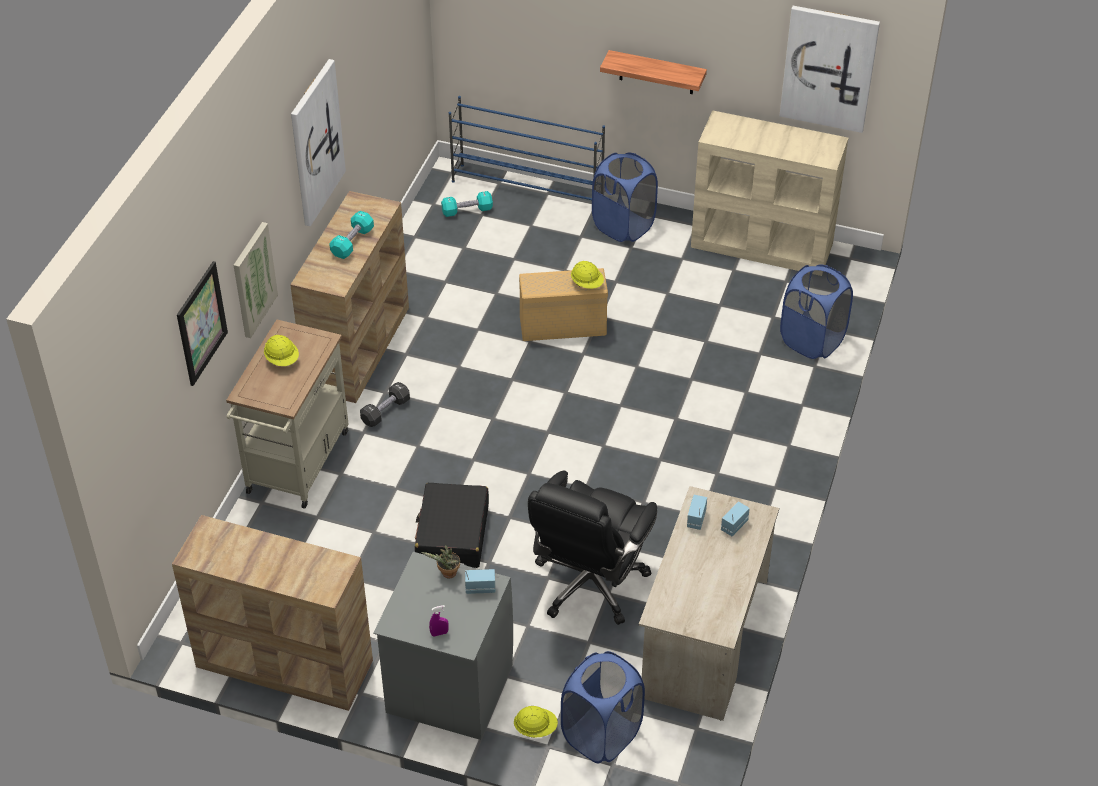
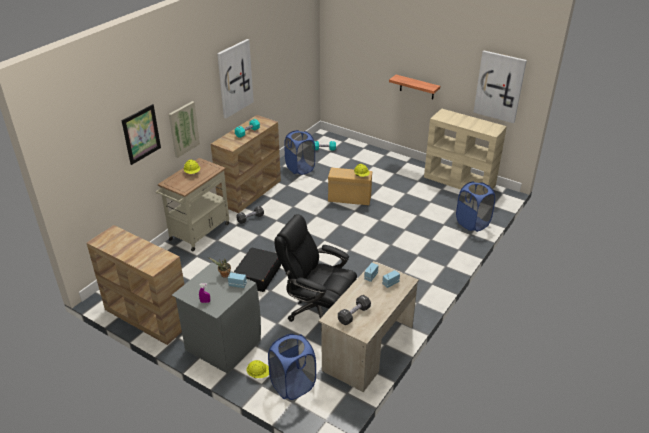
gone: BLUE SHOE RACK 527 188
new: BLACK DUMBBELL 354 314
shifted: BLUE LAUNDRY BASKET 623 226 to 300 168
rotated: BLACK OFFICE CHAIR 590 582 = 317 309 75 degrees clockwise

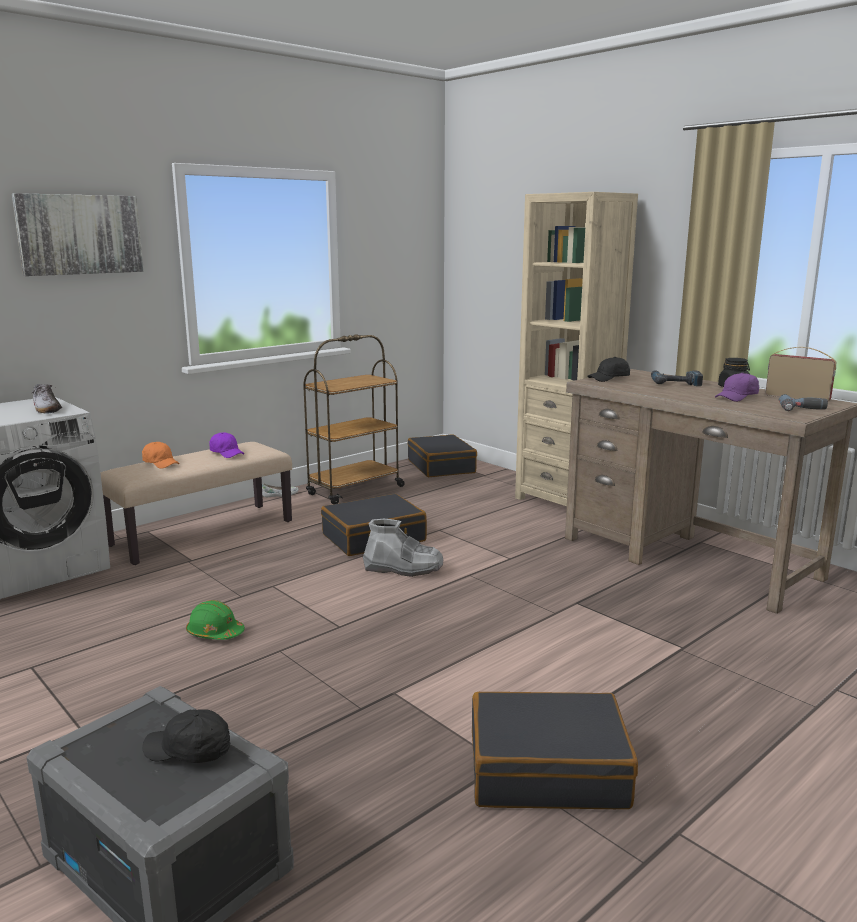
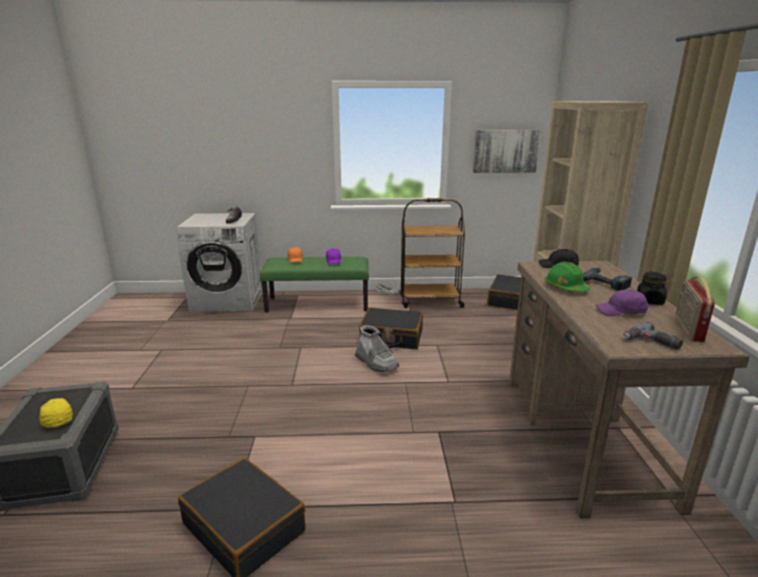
shifted: PICTURE 80 234 to 505 151; GREEN HARD HAT 215 633 to 565 287
repainted: BEIGE BENCH 202 532 to GREEN BENCH 318 304; BLACK CAP 189 751 to YELLOW CAP 57 418
rotated: RADIO 797 397 = 687 328 150 degrees counterclockwise

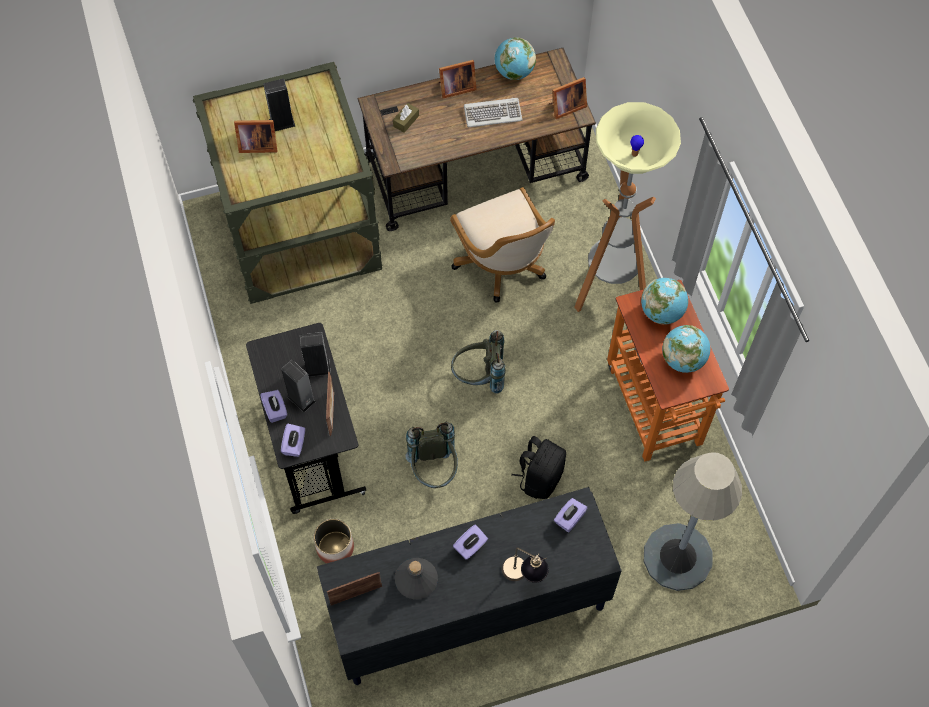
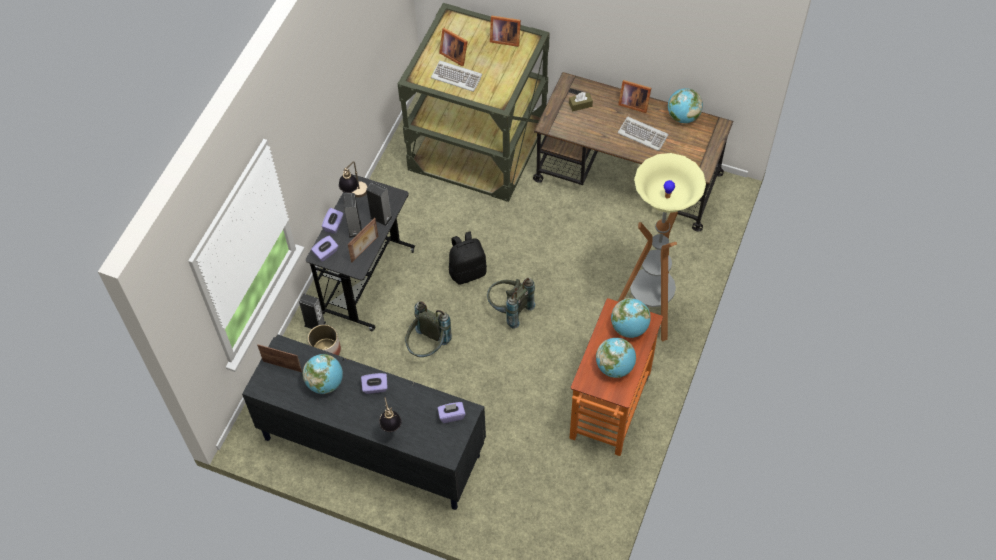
gone: OFFICE CHAIR 503 266; GREY FLOOR LAMP 678 557
new: TABLE LAMP 355 196; KEYBOARD 457 77
shifted: SPEAKER 282 123 to 315 324; BLACK BACKPACK 540 478 to 468 271; PICTURE FRAME 565 107 to 504 39
swapped: GREY BOTTLE 416 579 to GLOBE 325 383

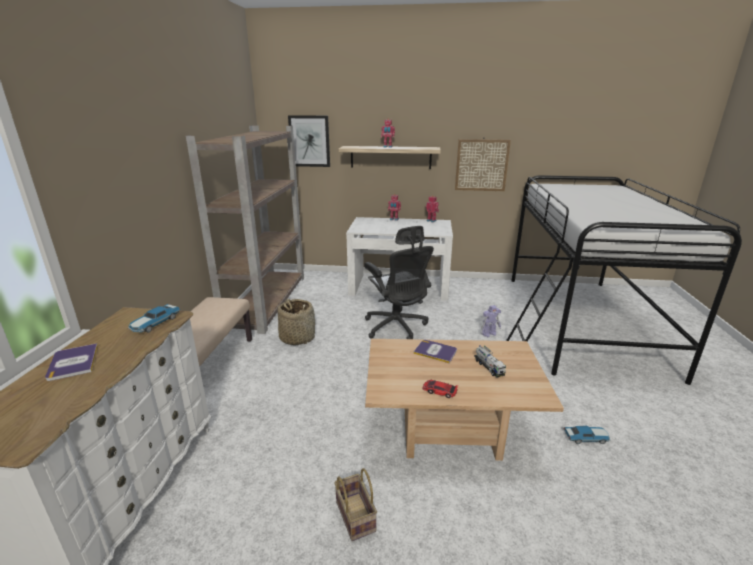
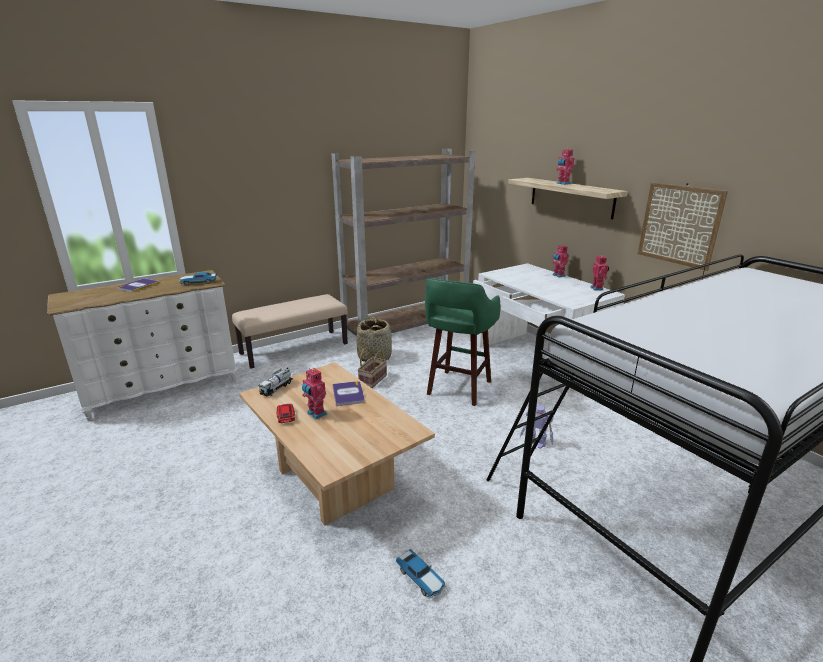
gone: PICTURE 309 141
new: TOY ROBOT 315 414
shifted: BASKET 354 515 to 372 379; TOY TRUCK 488 367 to 276 388
swapped: OFFICE CHAIR 396 328 to GREEN STOOL 458 389

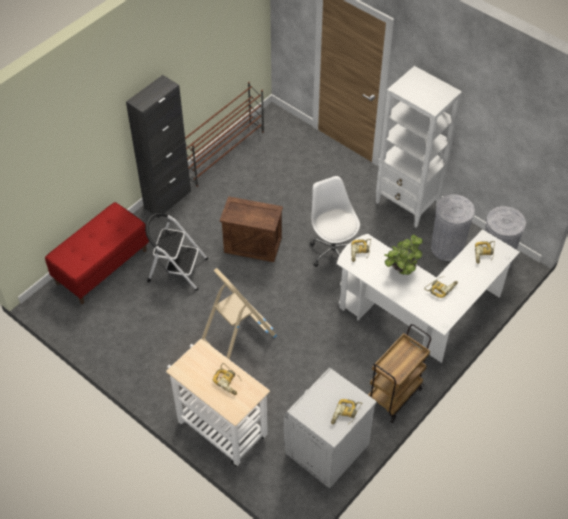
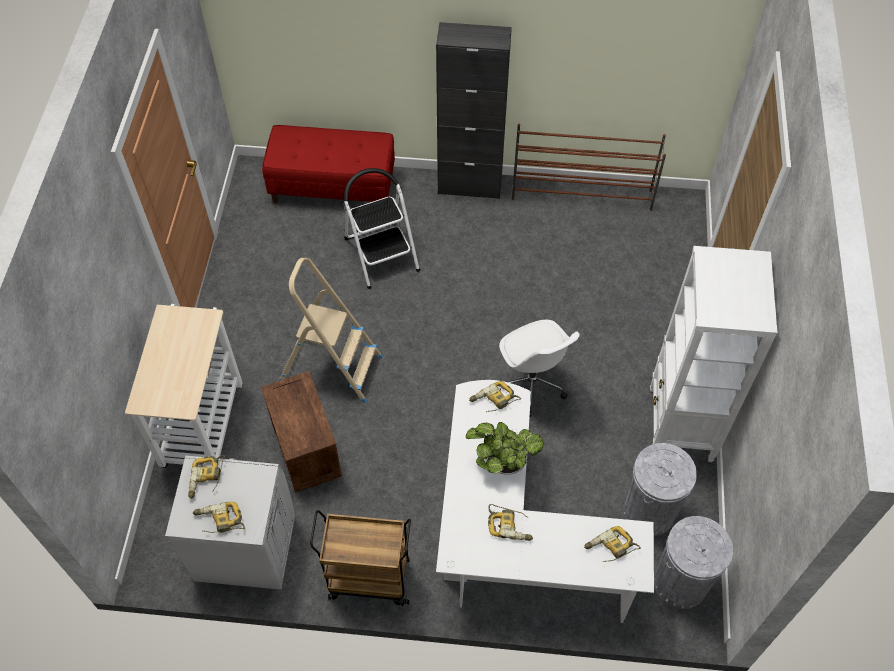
shifted: POWER DRILL 228 381 to 207 479; CRATE 253 245 to 308 451
rotated: WHITE OFFICE CHAIR 332 252 = 532 387 120 degrees clockwise

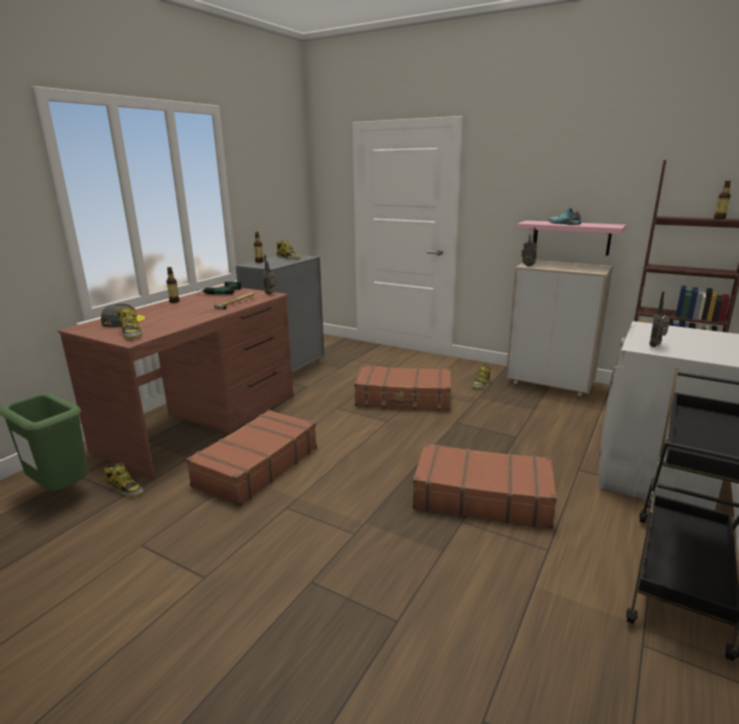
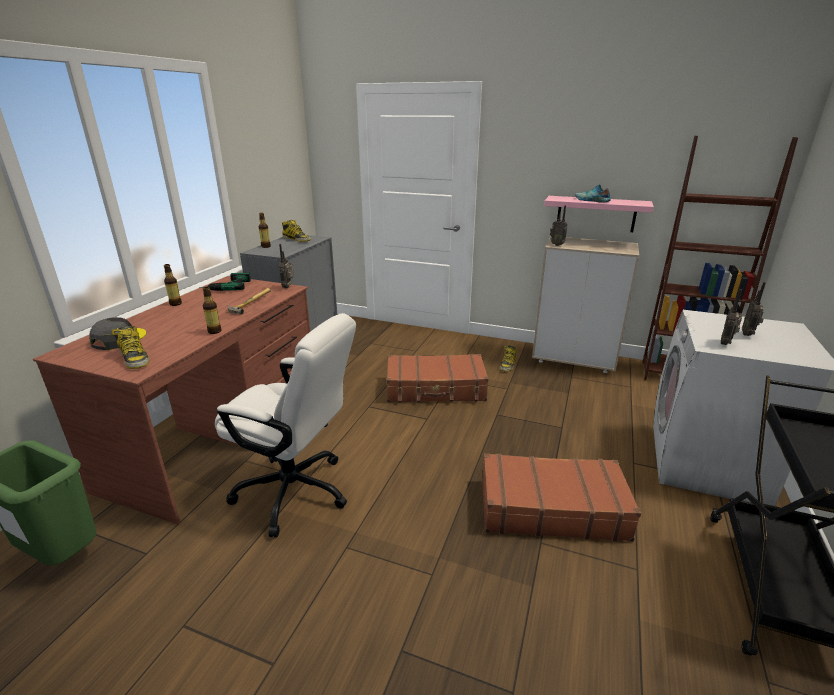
gone: BOOT 125 489
new: RADIO 748 334
shifted: BOTTLE 719 218 to 214 331
swapped: BROWN SUITCASE 256 466 to WHITE OFFICE CHAIR 298 493

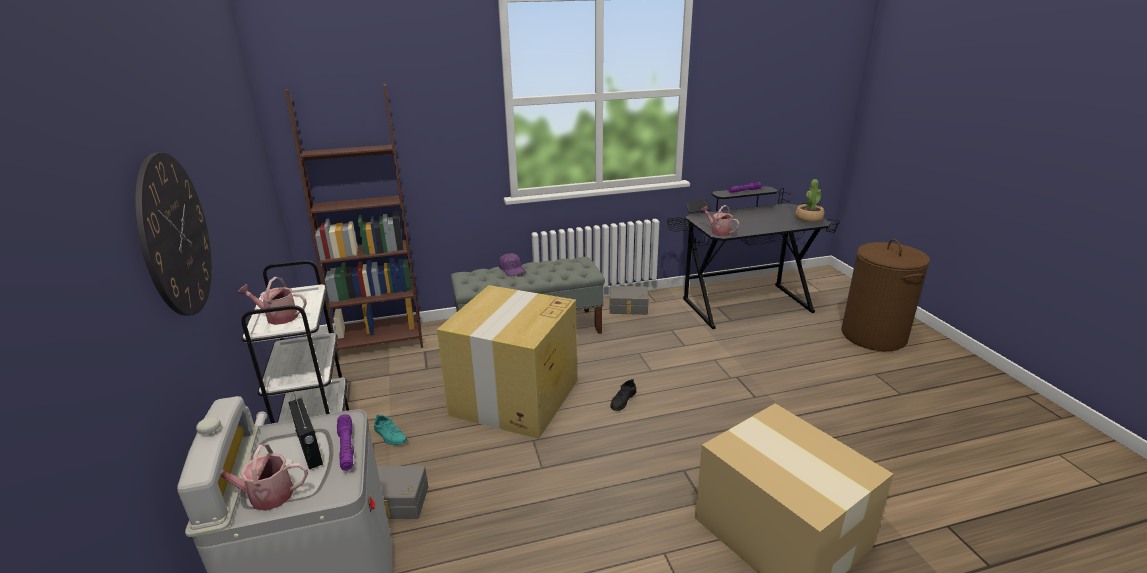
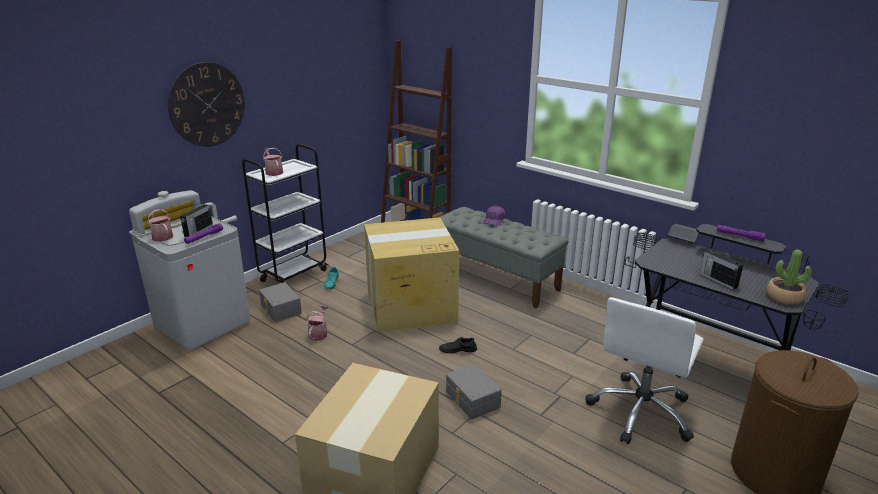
new: WHITE OFFICE CHAIR 641 412; RADIO 717 280
shifted: GREY STORAGE BOX 628 308 to 471 400; WATERING CAN 718 231 to 319 333

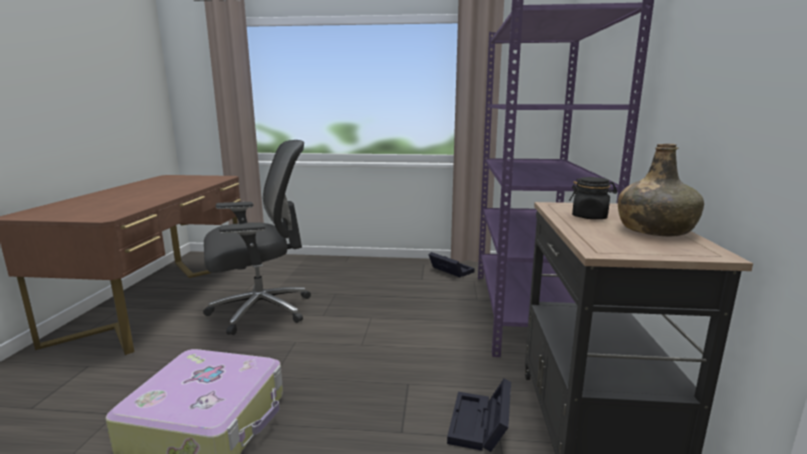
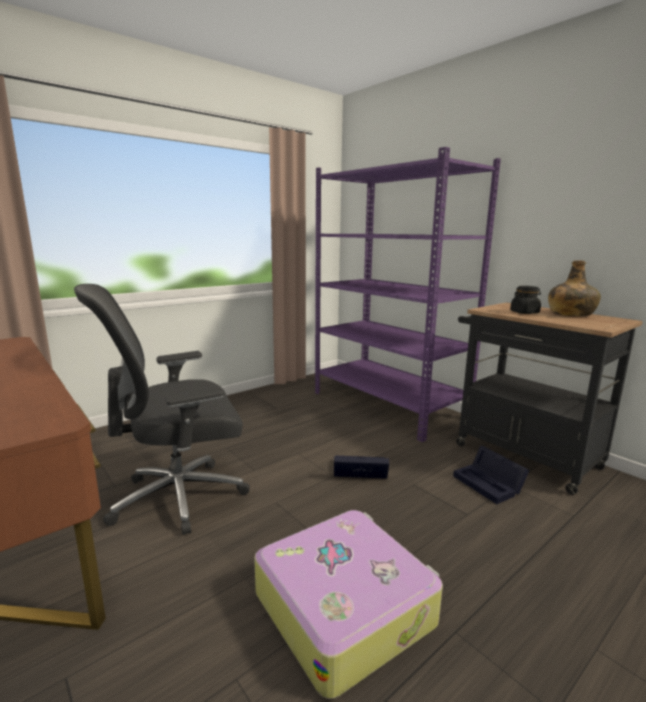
shifted: BLACK STORAGE BOX 450 270 to 358 472
rotated: OFFICE CHAIR 259 312 = 181 496 135 degrees counterclockwise

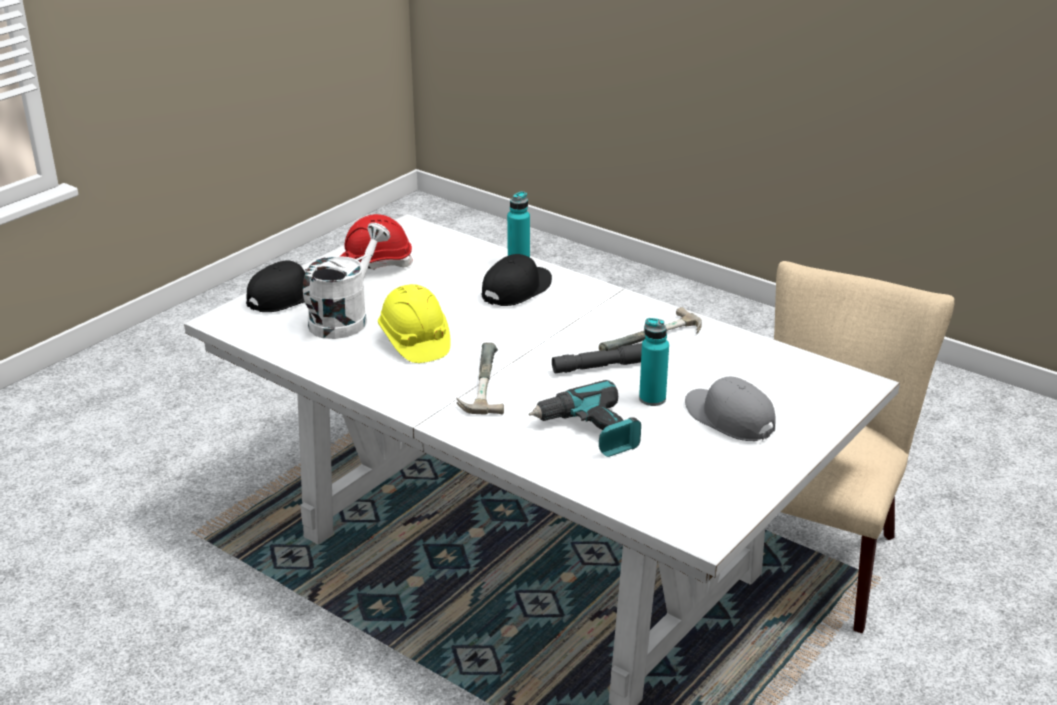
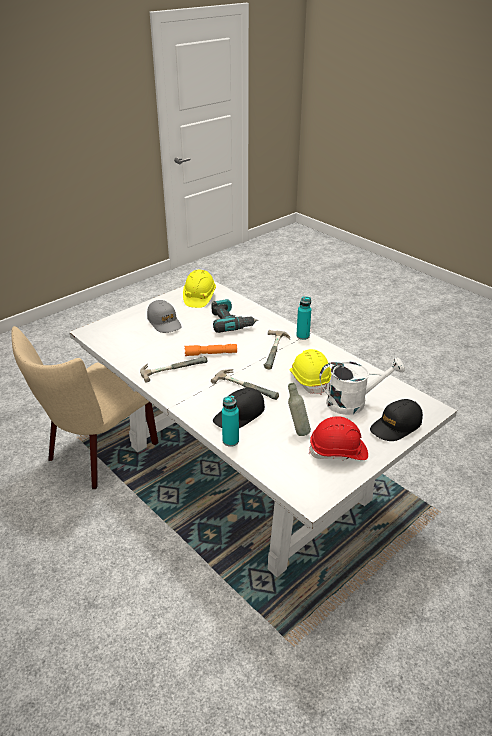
new: YELLOW HARD HAT 199 297; HAMMER 247 385; GREY BOTTLE 297 431
shifted: TURQUOISE BOTTLE 652 399 to 302 336
repainted: GREY FLASHLIGHT 600 367 to ORANGE FLASHLIGHT 211 353
rotated: WHITE WATERING CAN 345 318 = 353 402 135 degrees counterclockwise

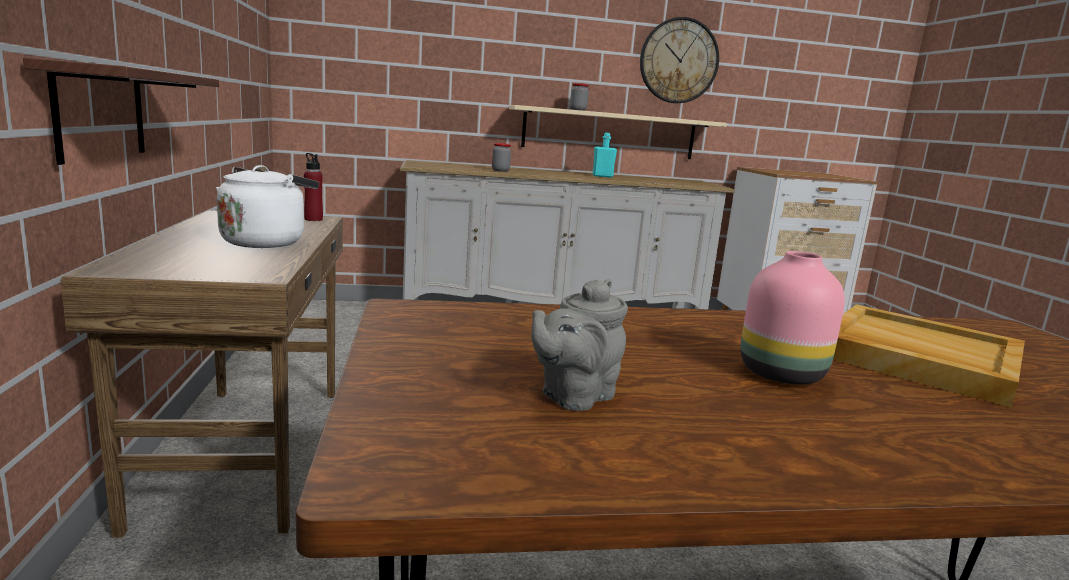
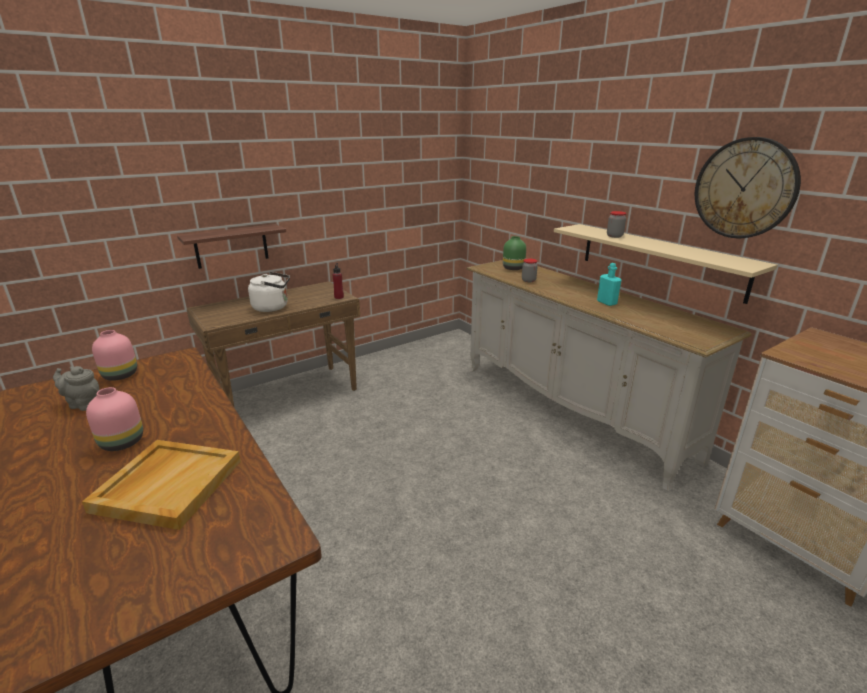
new: PINK VASE 121 375; GREEN VASE 512 268

